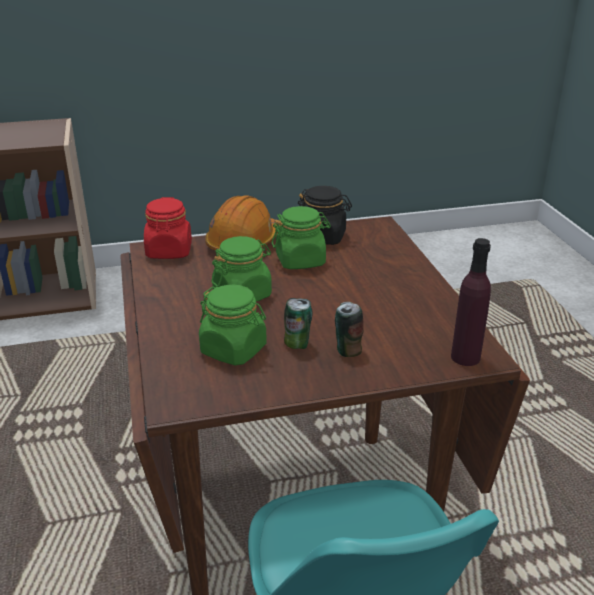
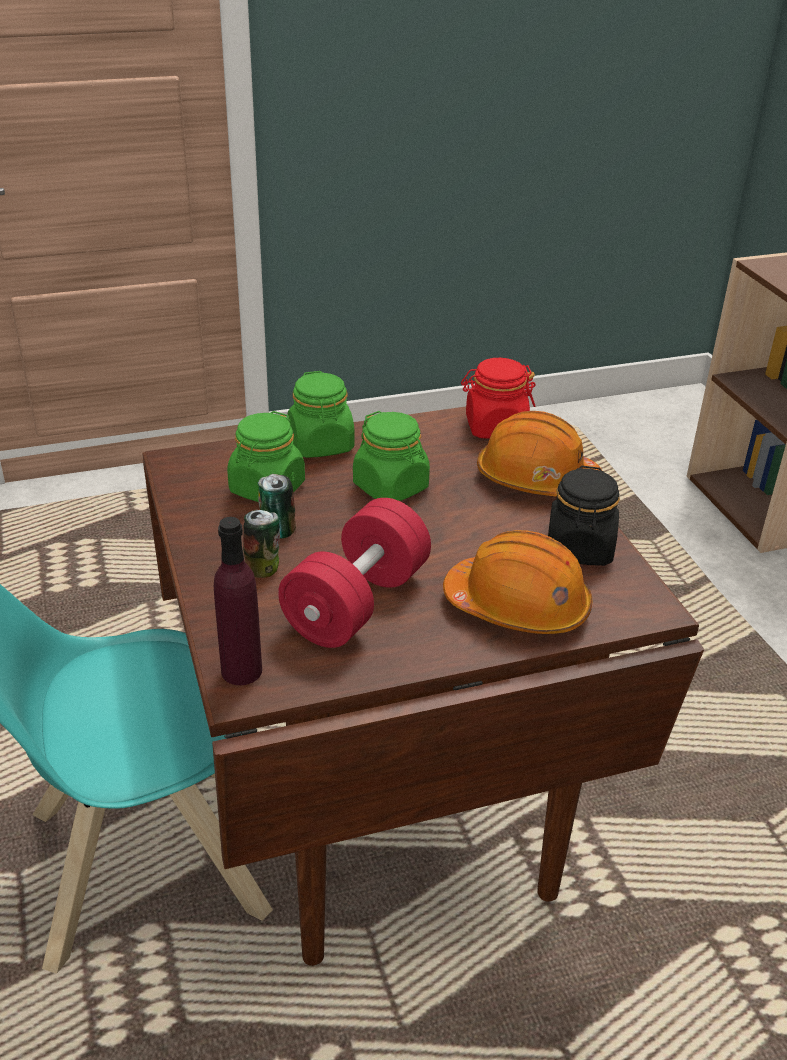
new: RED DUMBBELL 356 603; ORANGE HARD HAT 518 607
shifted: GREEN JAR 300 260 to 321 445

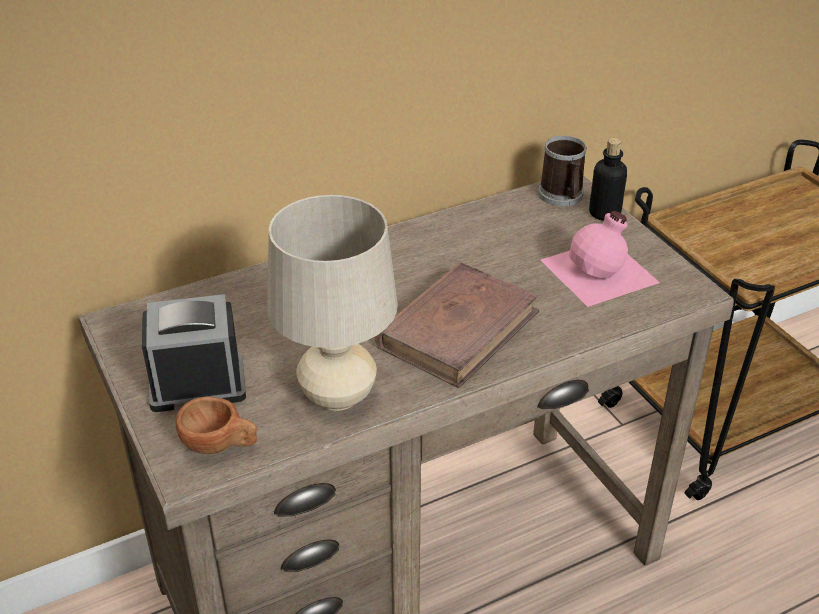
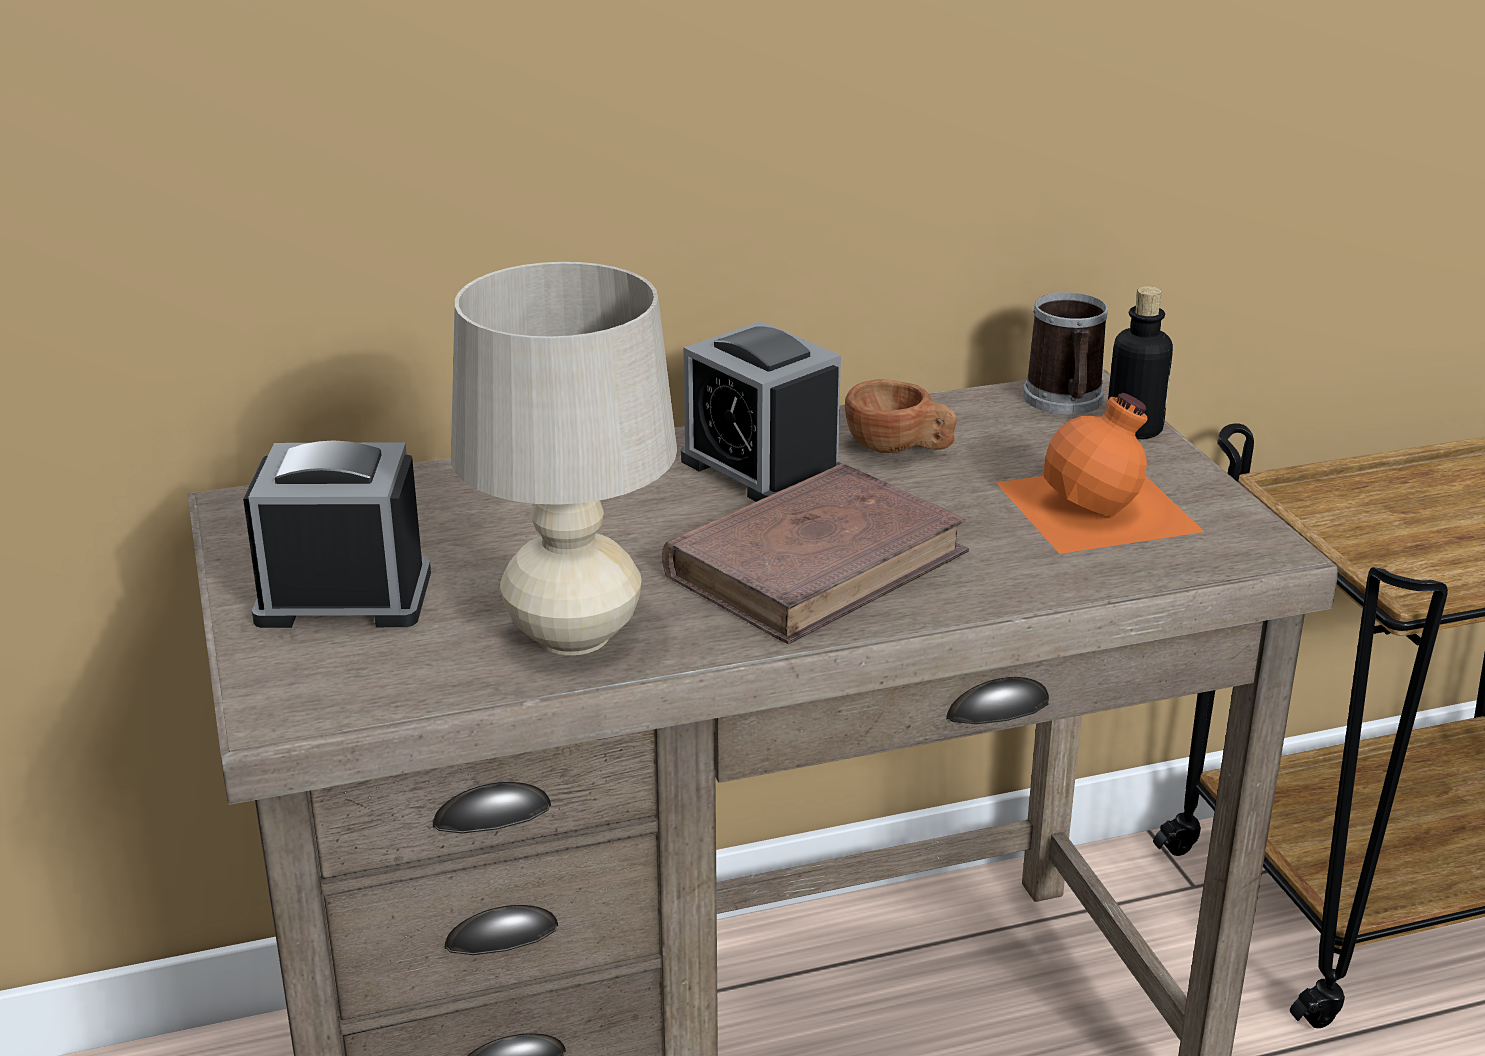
new: ALARM CLOCK 761 468
shifted: BROWN CUP 220 445 to 899 449
repainted: PINK BOTTLE 601 271 to ORANGE BOTTLE 1101 507

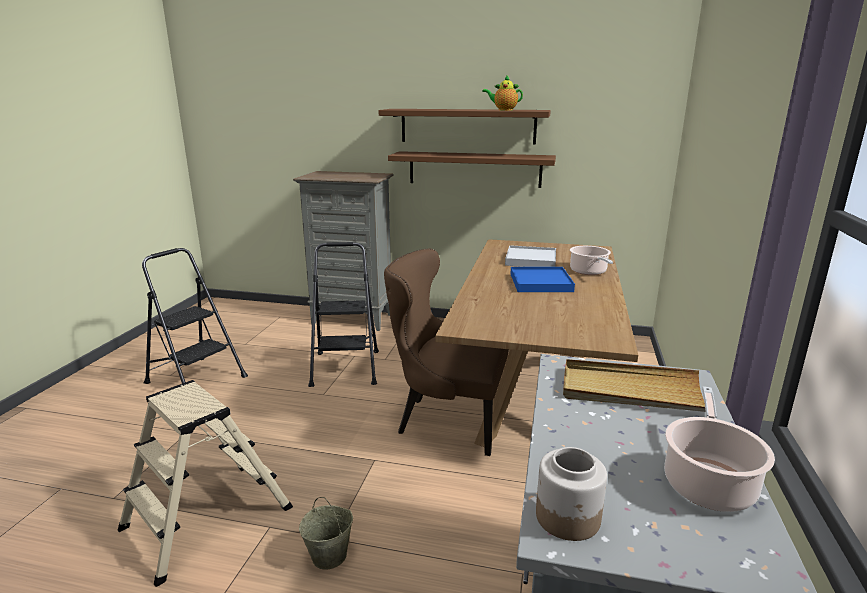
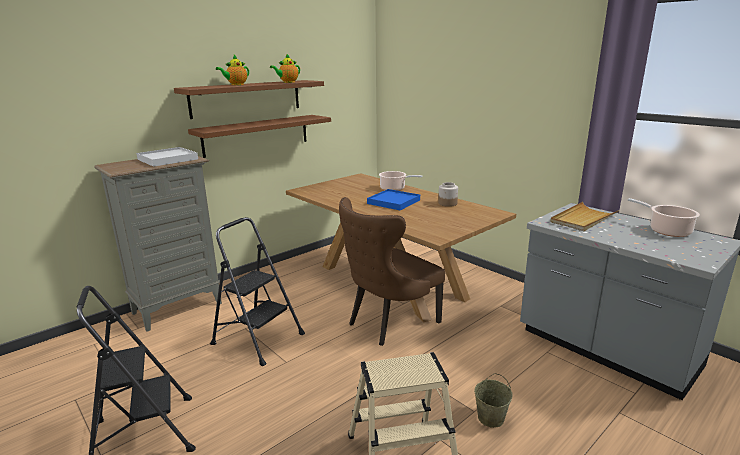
new: TEAPOT 236 84
shifted: WHITE TRAY 531 260 to 168 159; JAR 568 518 to 448 203

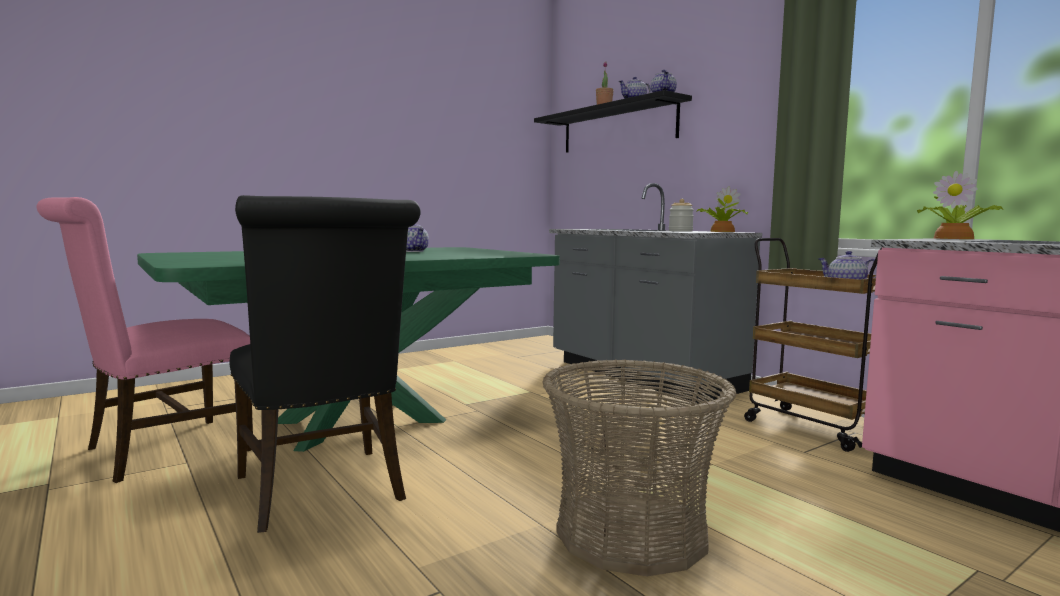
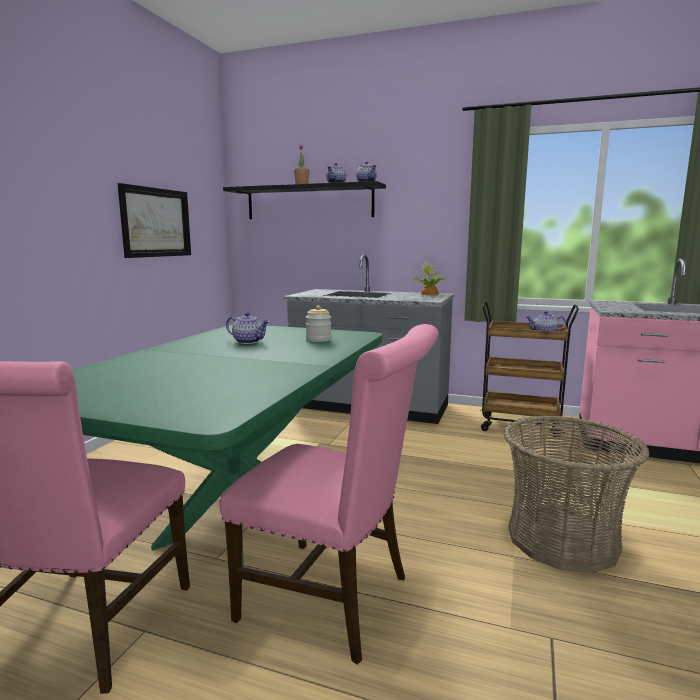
gone: POTTED PLANT 955 238
new: PICTURE 156 222
shifted: JAR 680 231 to 318 339
repainted: BLACK CHAIR 323 491 to PINK CHAIR 335 599

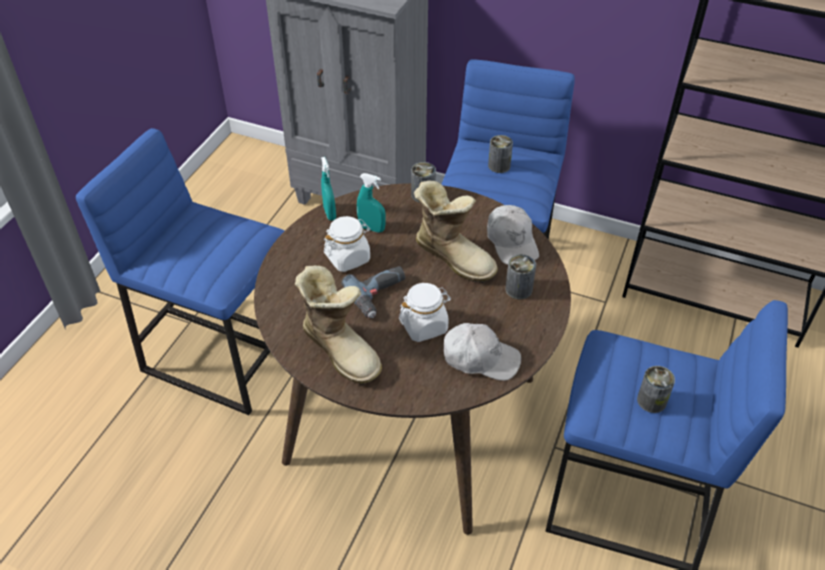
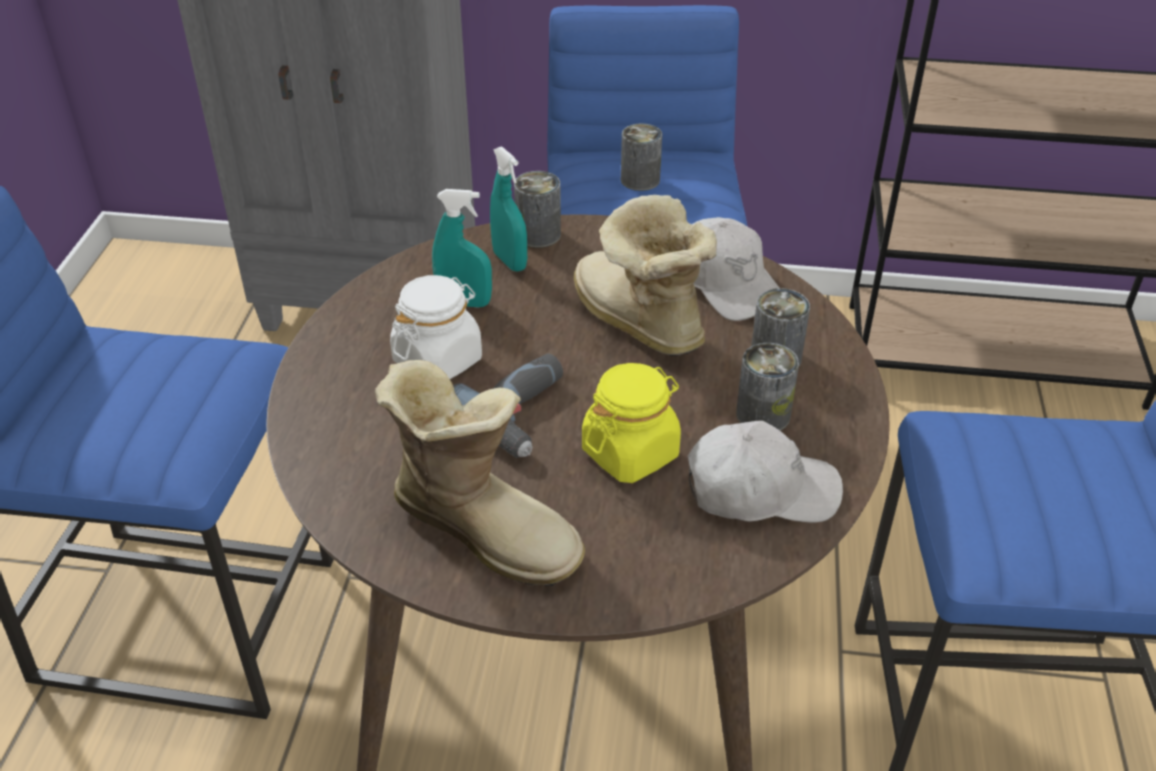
shifted: TURQUOISE SPRAY BOTTLE 329 213 to 509 261; CAN 651 401 to 763 415
repainted: WHITE JAR 424 326 to YELLOW JAR 630 453
rotated: BOOT 454 256 = 636 323 150 degrees counterclockwise

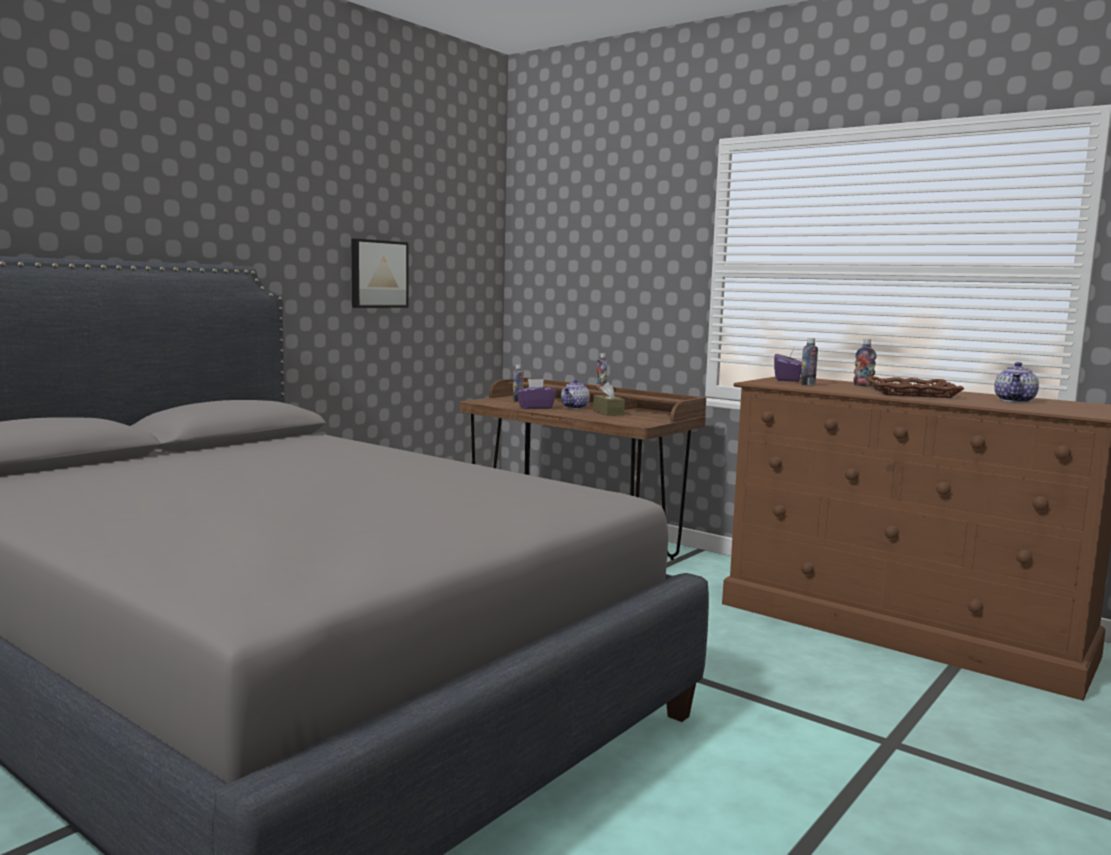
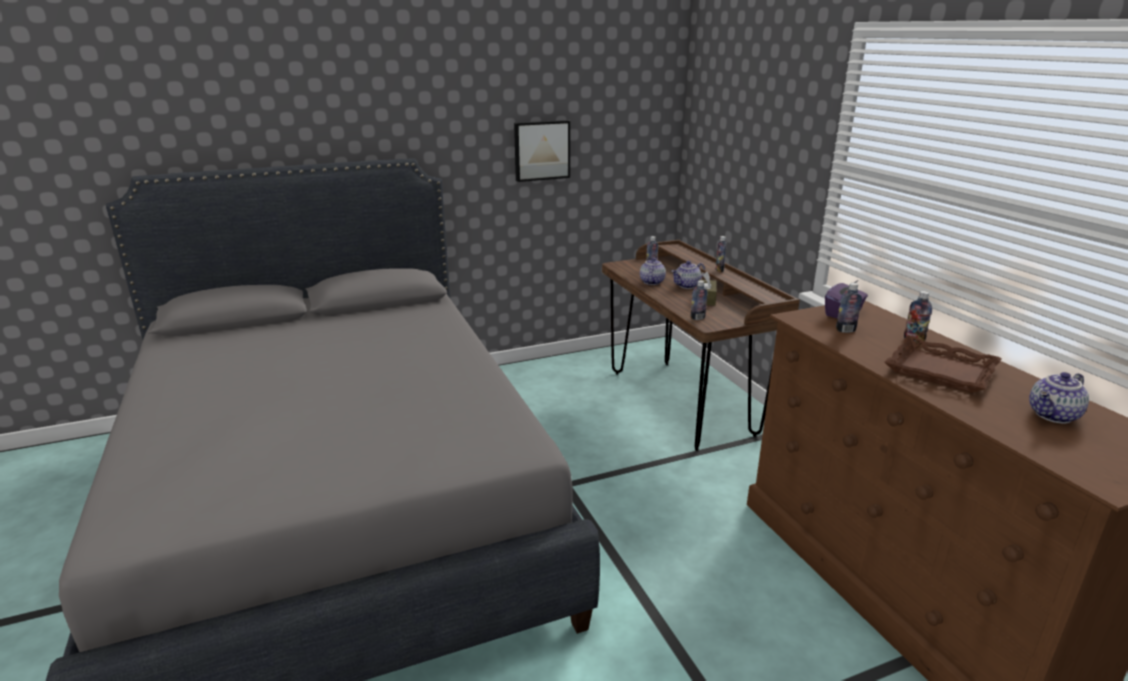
new: BOTTLE 697 318
swapped: PURPLE TISSUE BOX 535 407 to TEAPOT 651 282

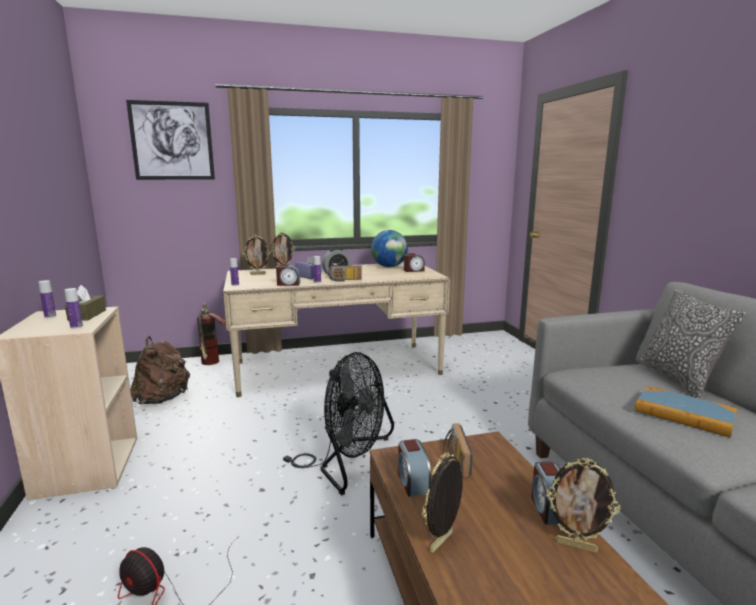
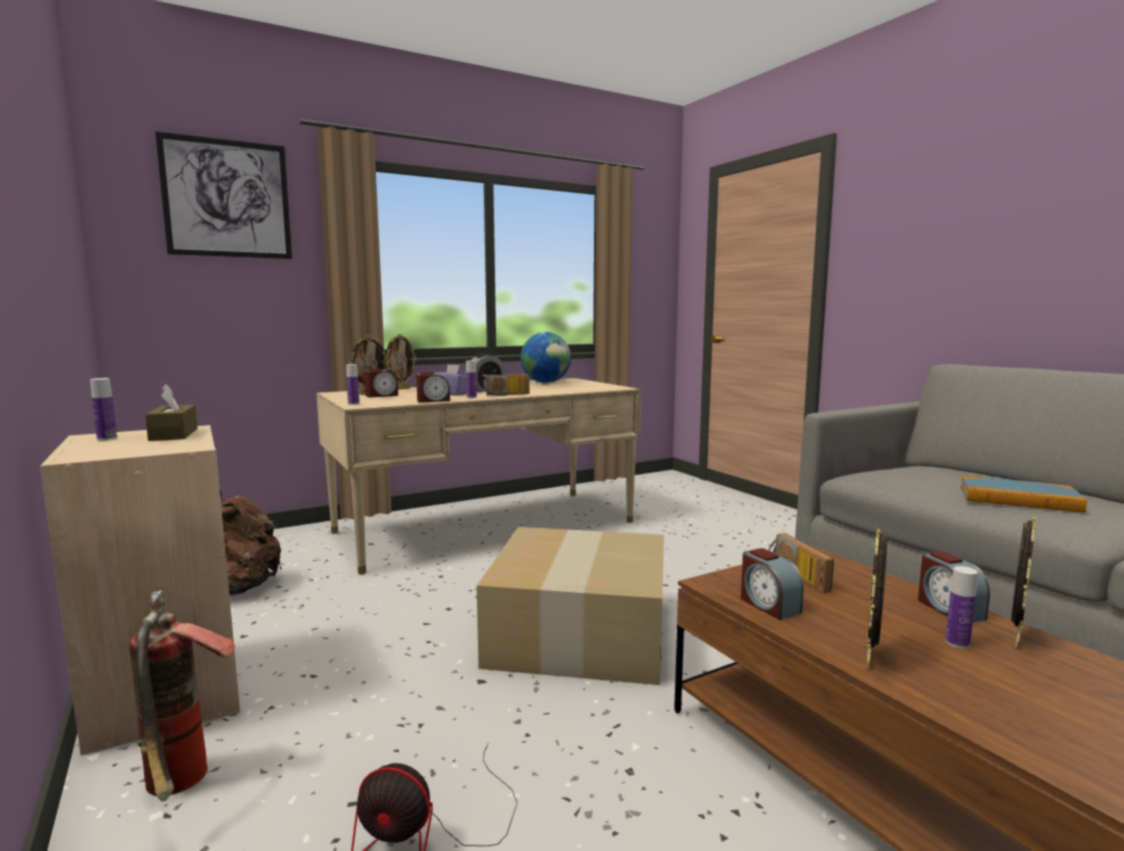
gone: PILLOW 678 379
shifted: BOTTLE 76 326 to 957 643; FIRE EXTINGUISHER 211 364 to 182 789; ALARM CLOCK 413 270 to 381 395
swapped: BLACK FAN 345 461 to CARDBOARD BOX 577 631
rotated: PICTURE FRAME 576 546 = 1015 638 60 degrees counterclockwise

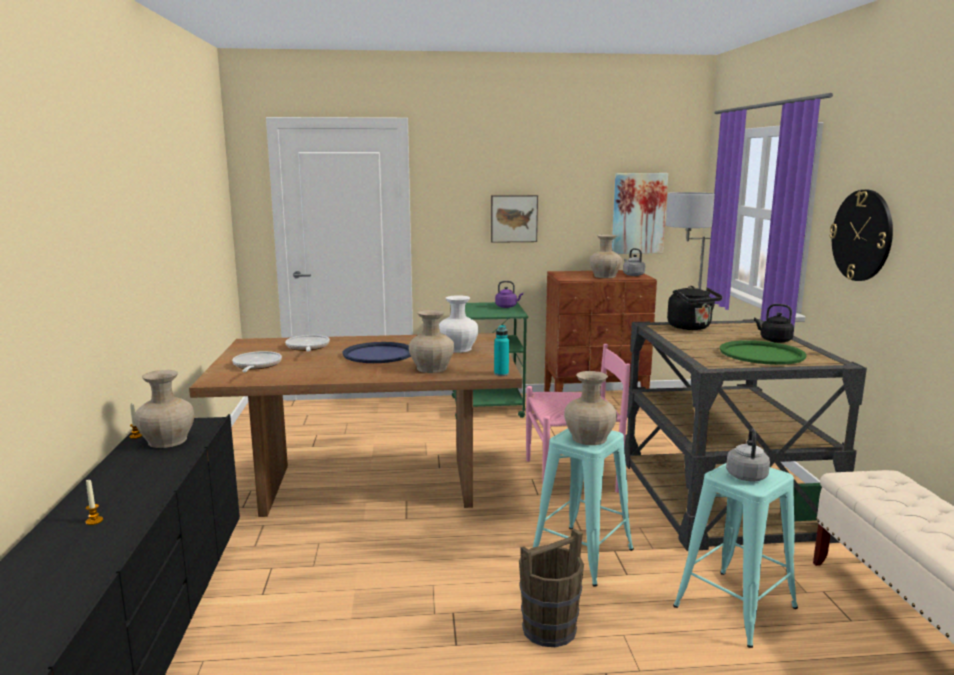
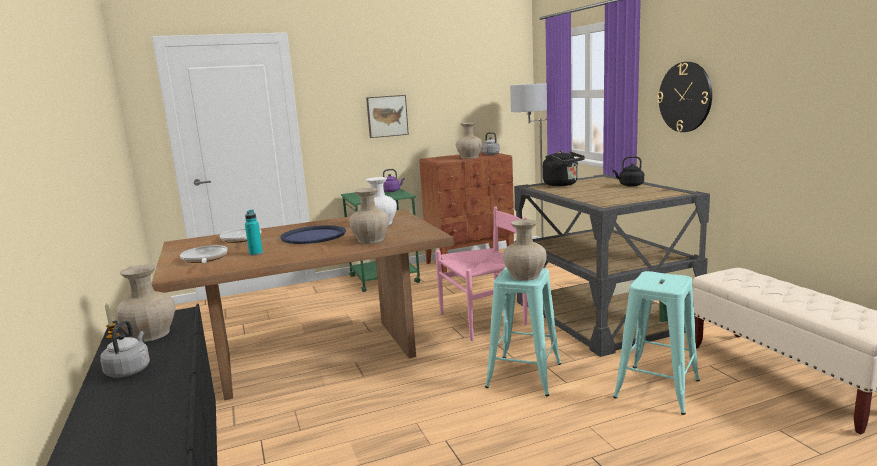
gone: CANDLE 94 521; BROWN BUCKET 548 629; PICTURE 638 213; GREEN TRAY 761 354
shifted: TURQUOISE BOTTLE 501 374 to 256 253; GREY KETTLE 746 475 to 129 370

